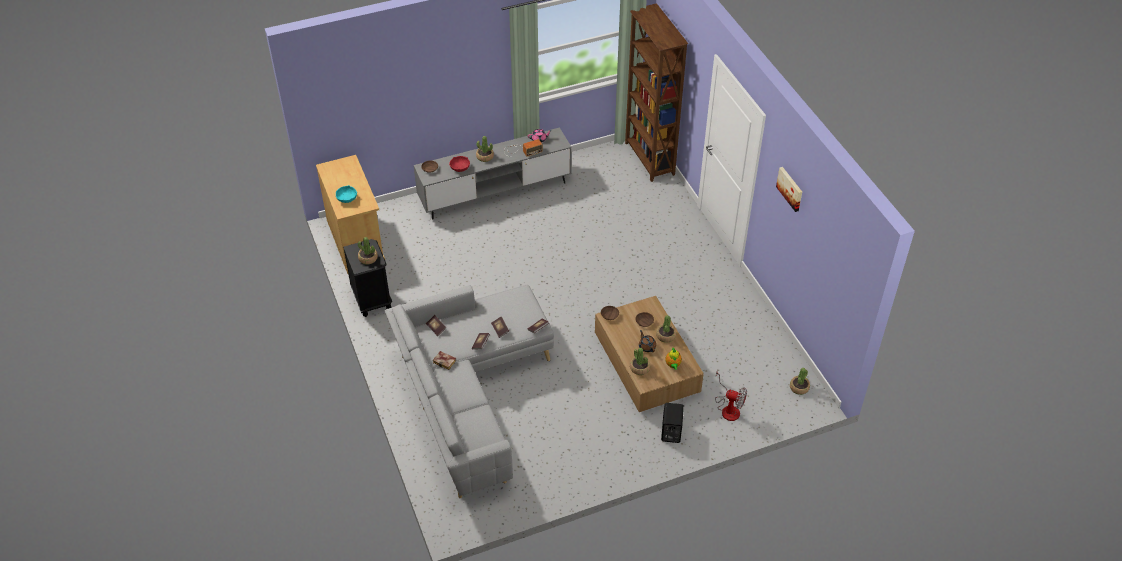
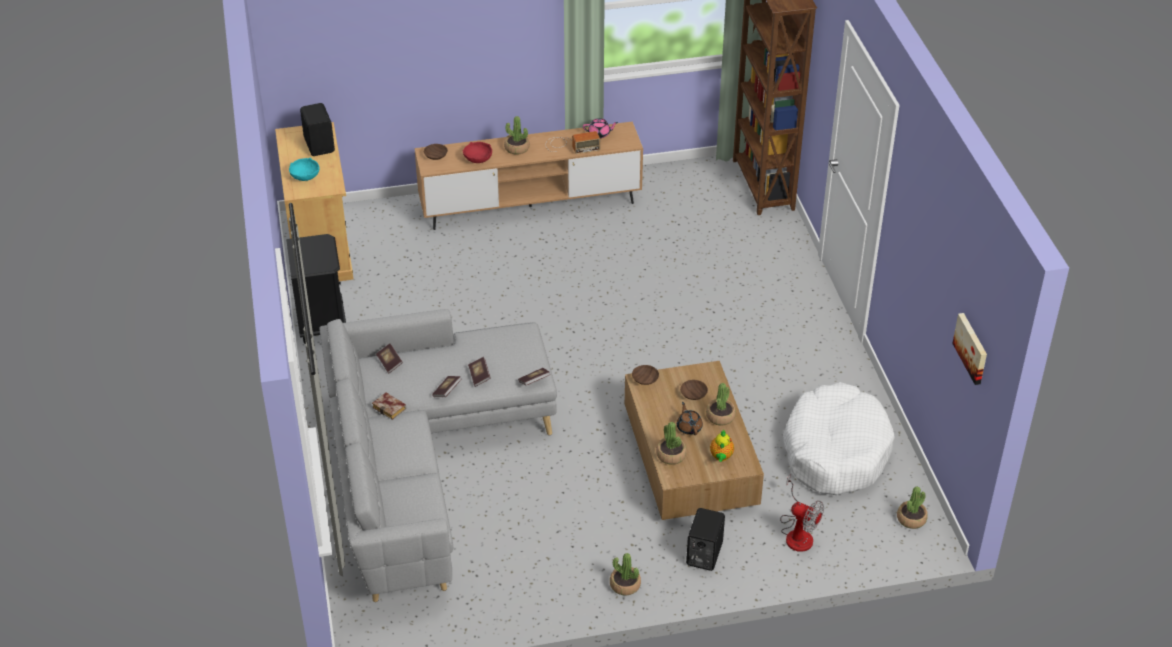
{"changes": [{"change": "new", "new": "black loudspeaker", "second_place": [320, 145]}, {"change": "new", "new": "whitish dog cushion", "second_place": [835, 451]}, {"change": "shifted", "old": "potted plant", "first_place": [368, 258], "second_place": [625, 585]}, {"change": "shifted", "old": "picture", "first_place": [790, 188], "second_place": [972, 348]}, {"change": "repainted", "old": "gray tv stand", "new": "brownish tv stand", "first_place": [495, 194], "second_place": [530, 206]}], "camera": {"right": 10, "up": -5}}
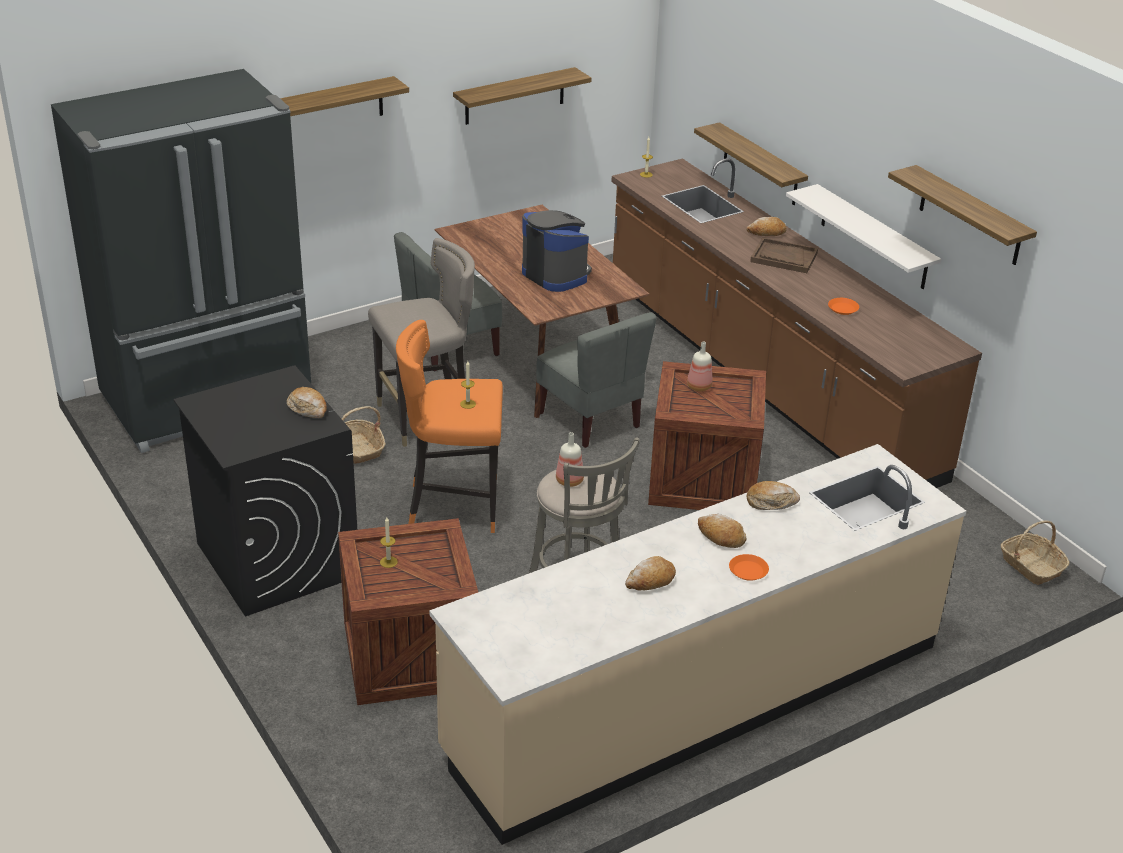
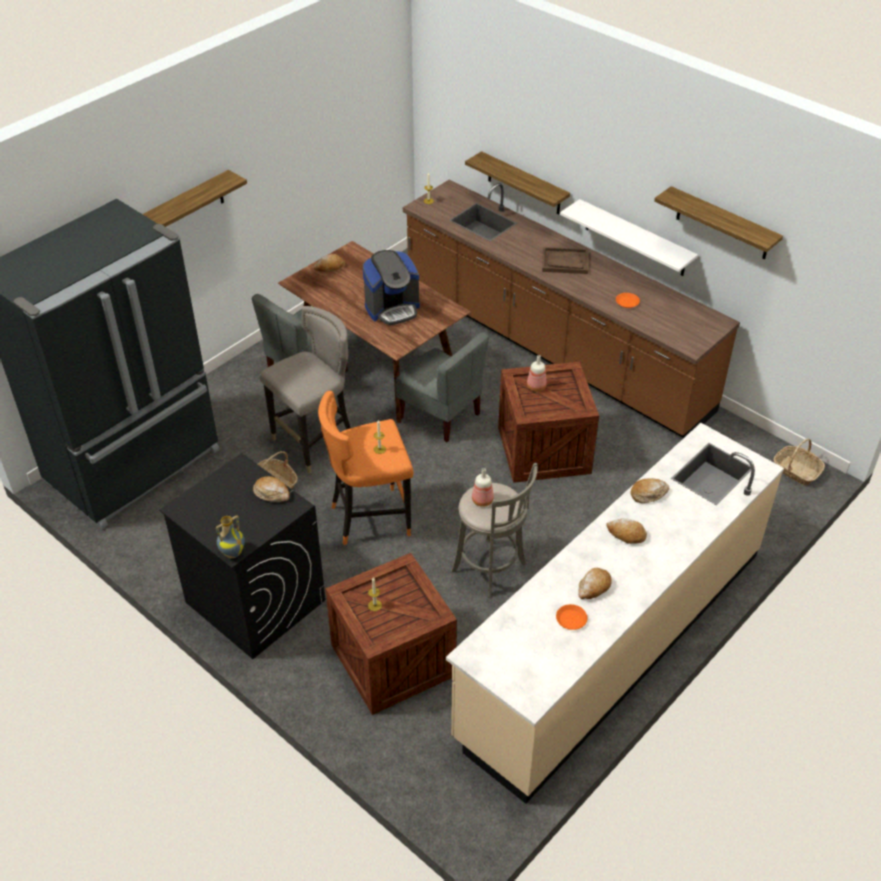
{"changes": [{"change": "gone", "old": "shelf", "first_place": [514, 96]}, {"change": "new", "new": "vase", "second_place": [232, 552]}, {"change": "shifted", "old": "orangey plate", "first_place": [748, 570], "second_place": [571, 619]}, {"change": "shifted", "old": "bakery bread", "first_place": [766, 233], "second_place": [329, 267]}, {"change": "rotated", "old": "coffee brewer", "first_place": [555, 274], "second_place": [392, 308], "degrees": 120}], "camera": {"right": -15, "up": 10}}
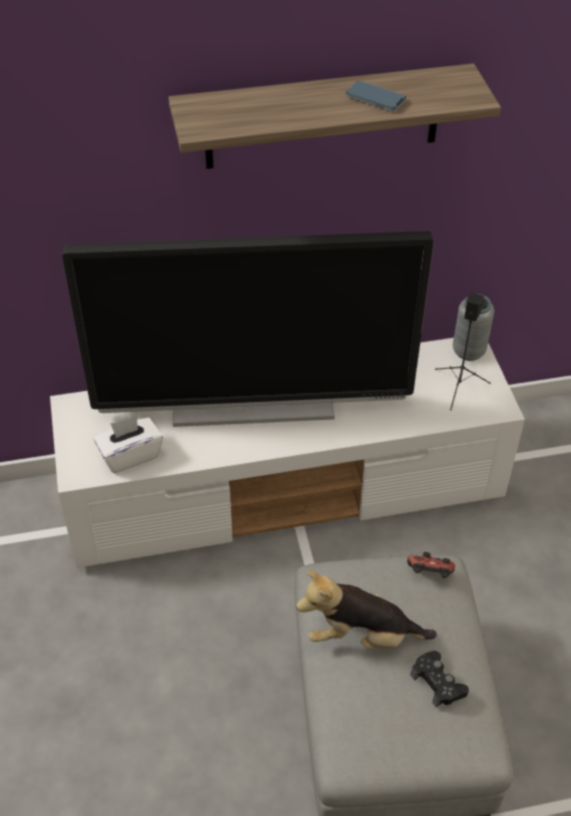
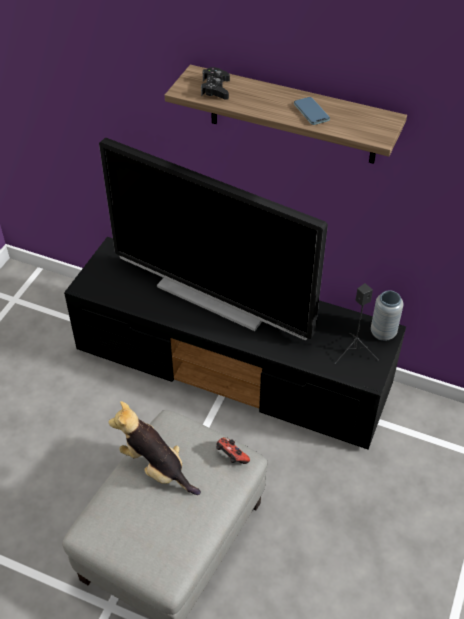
{"changes": [{"change": "gone", "old": "whitish box of tissues", "first_place": [130, 455]}, {"change": "shifted", "old": "black joypad", "first_place": [438, 683], "second_place": [215, 89]}, {"change": "repainted", "old": "whitish tv stand", "new": "black tv stand", "first_place": [287, 488], "second_place": [234, 369]}], "camera": {"right": 35, "up": 0}}
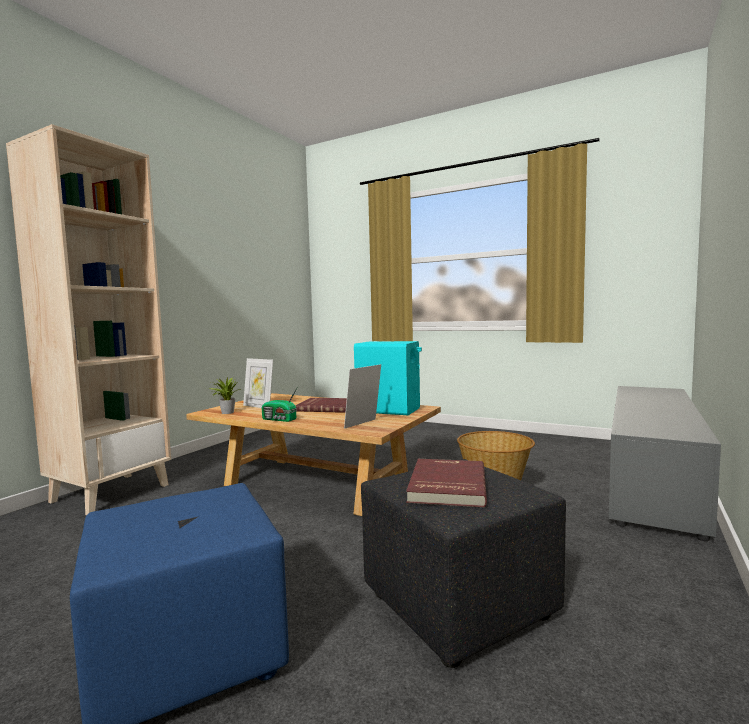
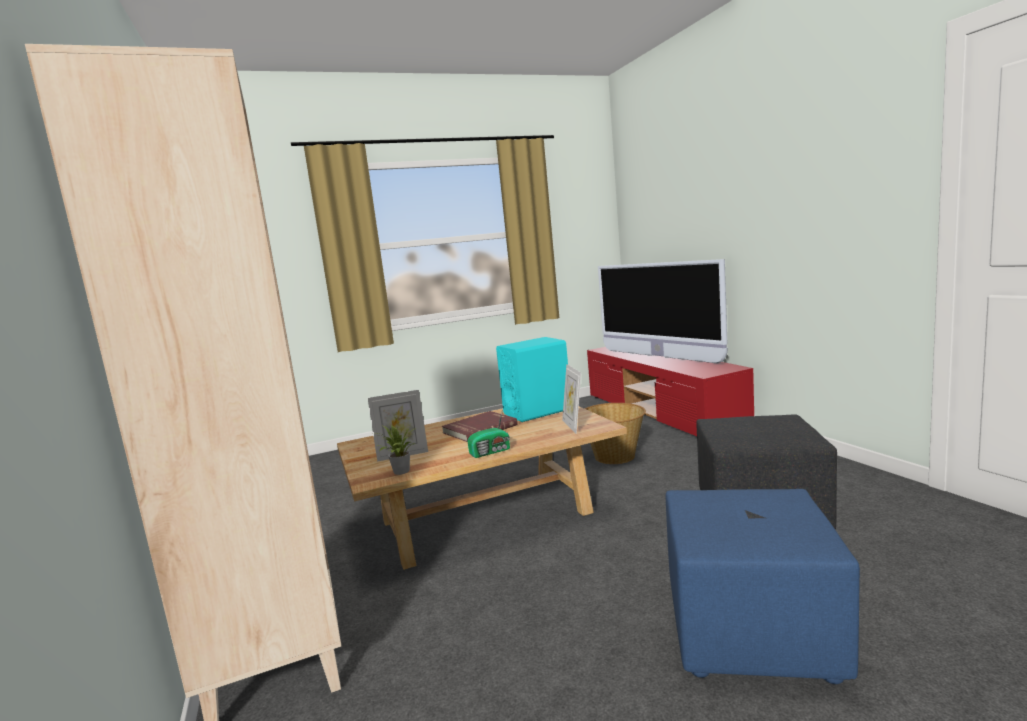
{"changes": [{"change": "gone", "old": "red-coloured book", "first_place": [445, 485]}, {"change": "new", "new": "TV", "second_place": [659, 356]}, {"change": "repainted", "old": "gray tv stand", "new": "red-coloured tv stand", "first_place": [653, 480], "second_place": [662, 412]}], "camera": {"right": -50, "up": 5}}
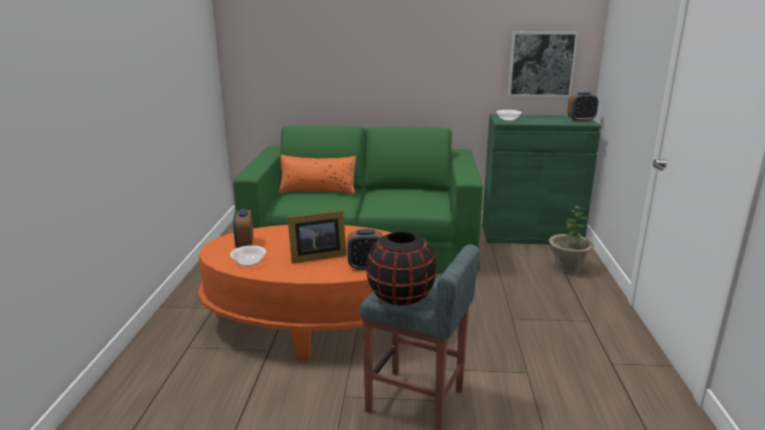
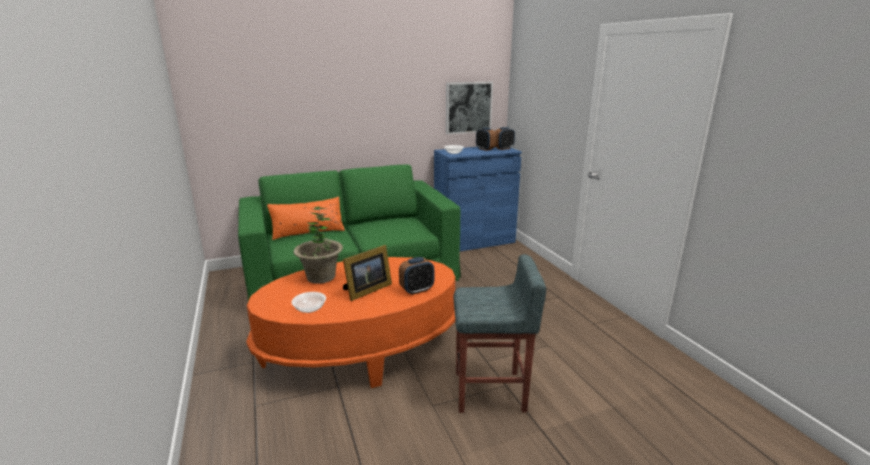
{"changes": [{"change": "gone", "old": "black vase", "first_place": [400, 297]}, {"change": "shifted", "old": "bedside clock", "first_place": [245, 244], "second_place": [485, 149]}, {"change": "shifted", "old": "potted plant", "first_place": [567, 268], "second_place": [321, 277]}, {"change": "repainted", "old": "greenish cabinet", "new": "blue-coloured cabinet", "first_place": [530, 234], "second_place": [474, 241]}], "camera": {"right": -25, "up": 0}}
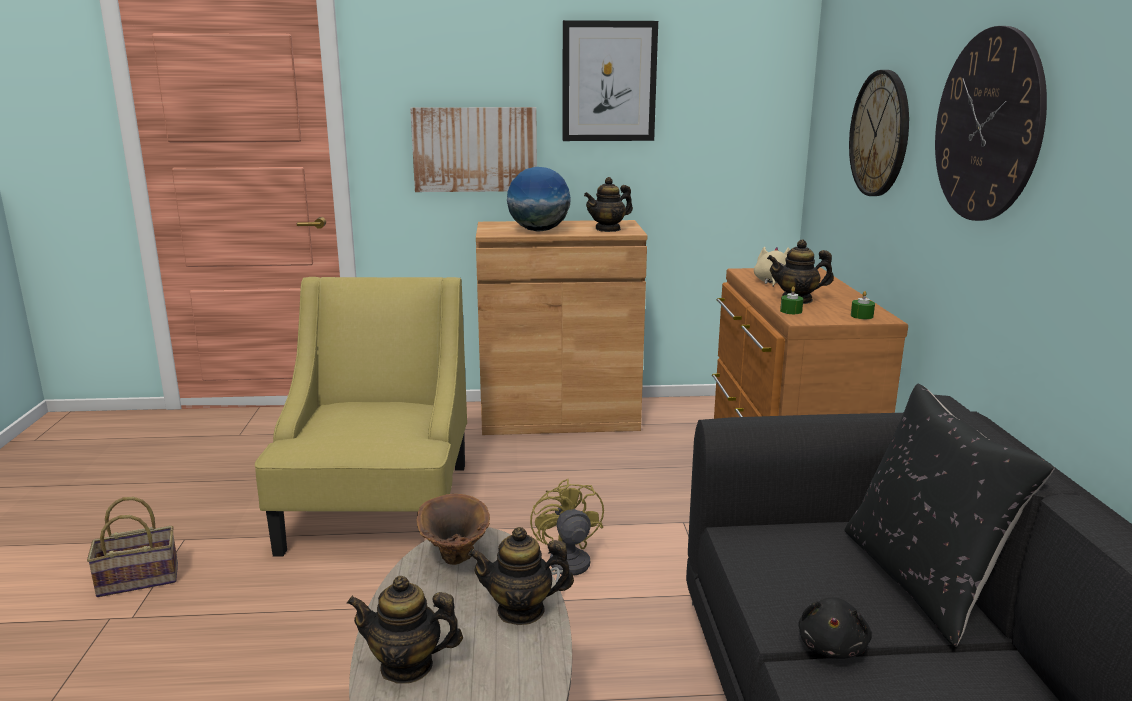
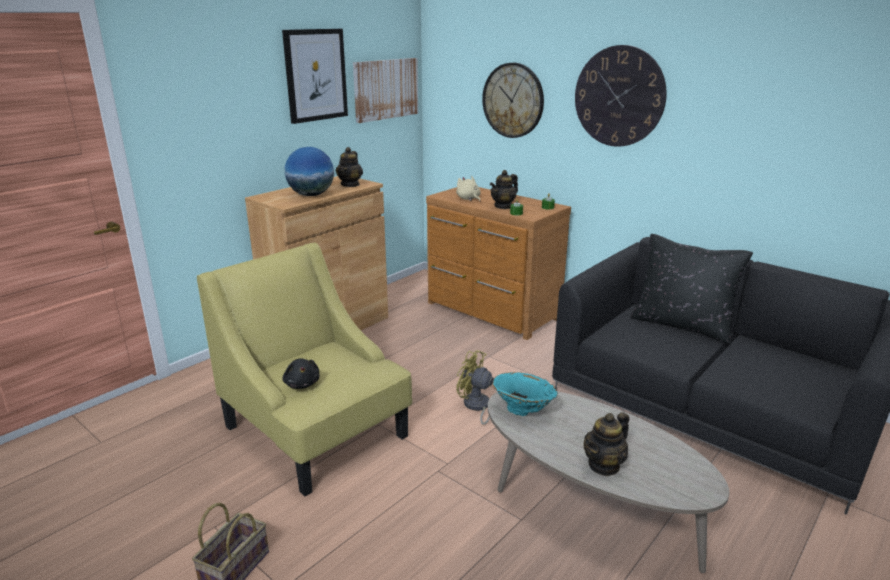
{"changes": [{"change": "gone", "old": "teapot", "first_place": [521, 610]}, {"change": "shifted", "old": "picture", "first_place": [475, 149], "second_place": [385, 89]}, {"change": "shifted", "old": "black cuddly toy", "first_place": [832, 647], "second_place": [302, 384]}, {"change": "repainted", "old": "brownish vase", "new": "turquoise-coloured vase", "first_place": [454, 560], "second_place": [523, 413]}], "camera": {"right": -45, "up": 5}}
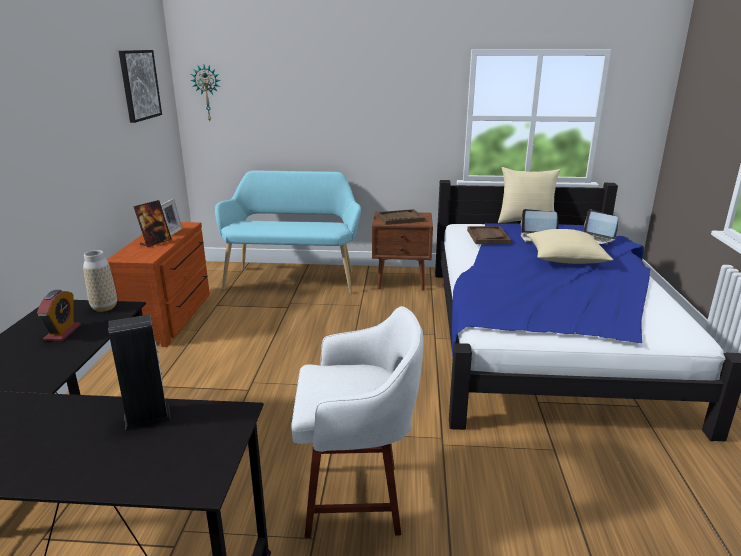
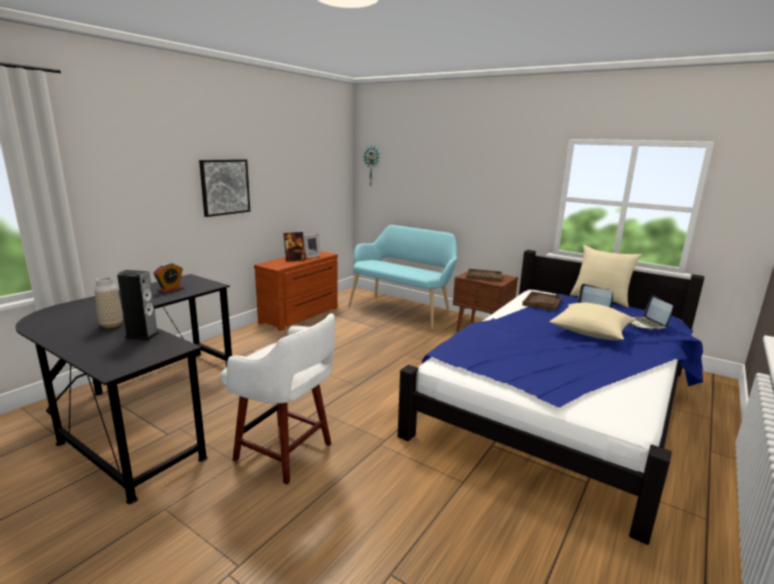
{"changes": [{"change": "shifted", "old": "vase", "first_place": [104, 307], "second_place": [111, 325]}, {"change": "shifted", "old": "picture", "first_place": [139, 85], "second_place": [225, 187]}], "camera": {"right": 30, "up": -5}}
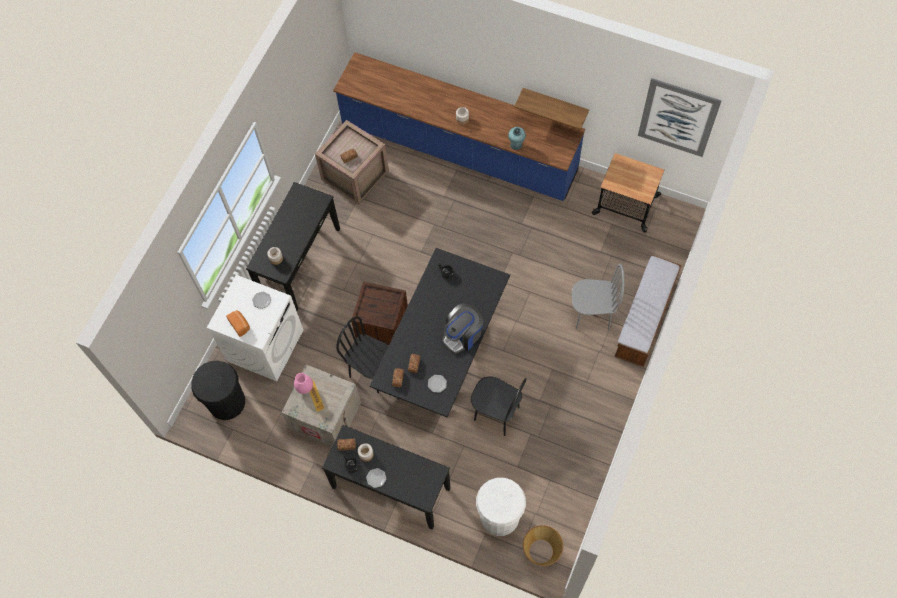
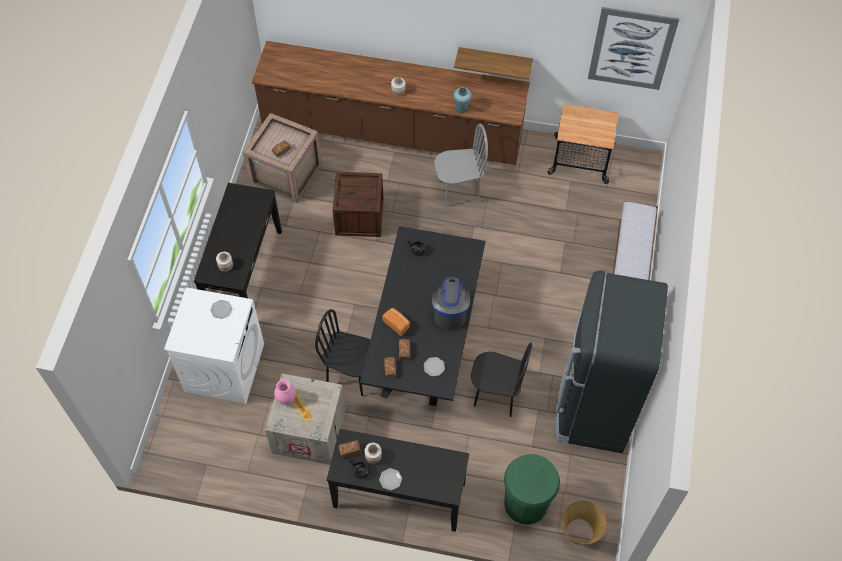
{"changes": [{"change": "gone", "old": "black trash can", "first_place": [226, 402]}, {"change": "new", "new": "black refrigerator", "second_place": [593, 407]}, {"change": "shifted", "old": "bakery bread", "first_place": [240, 325], "second_place": [397, 324]}, {"change": "shifted", "old": "packing crate", "first_place": [382, 323], "second_place": [359, 217]}, {"change": "shifted", "old": "gray chair", "first_place": [592, 315], "second_place": [459, 191]}, {"change": "repainted", "old": "blue-coloured kitchen base unit", "new": "brownish kitchen base unit", "first_place": [458, 150], "second_place": [392, 131]}, {"change": "repainted", "old": "whitish trash can", "new": "greenish trash can", "first_place": [499, 516], "second_place": [526, 503]}, {"change": "rotated", "old": "coffee brewer", "first_place": [463, 335], "second_place": [450, 311], "degrees": 150}], "camera": {"right": -15, "up": -5}}
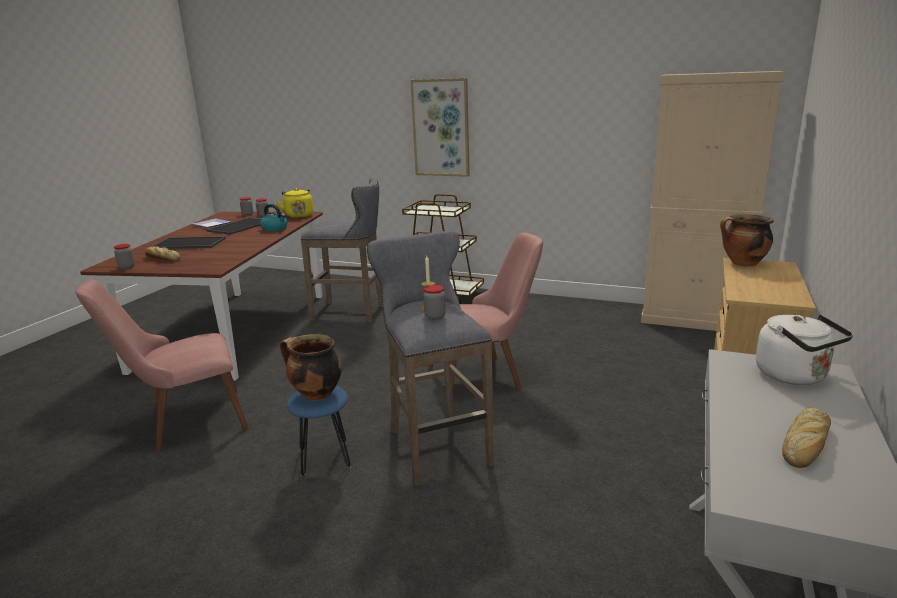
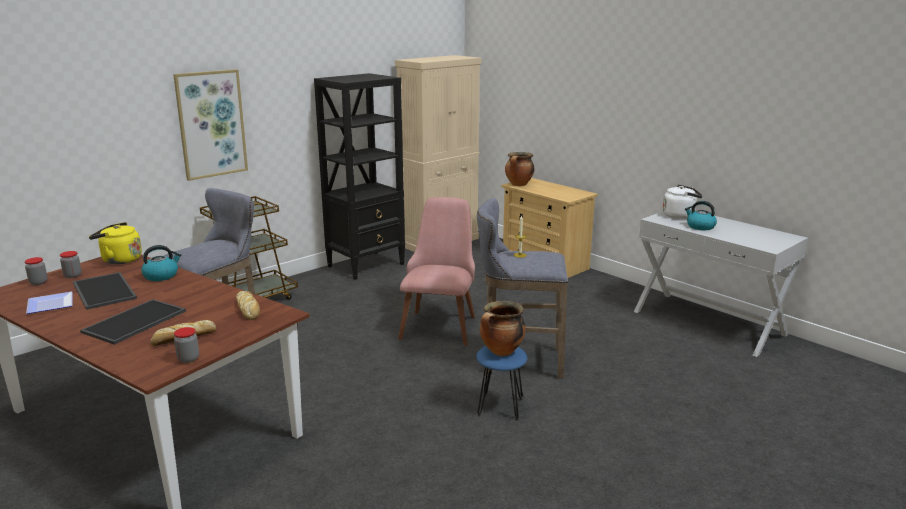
{"changes": [{"change": "gone", "old": "pink chair", "first_place": [184, 423]}, {"change": "gone", "old": "storage jar", "first_place": [435, 316]}, {"change": "new", "new": "black shelving unit", "second_place": [367, 265]}, {"change": "new", "new": "tea kettle", "second_place": [700, 227]}, {"change": "shifted", "old": "bakery bread", "first_place": [805, 444], "second_place": [248, 309]}], "camera": {"right": -65, "up": 0}}
